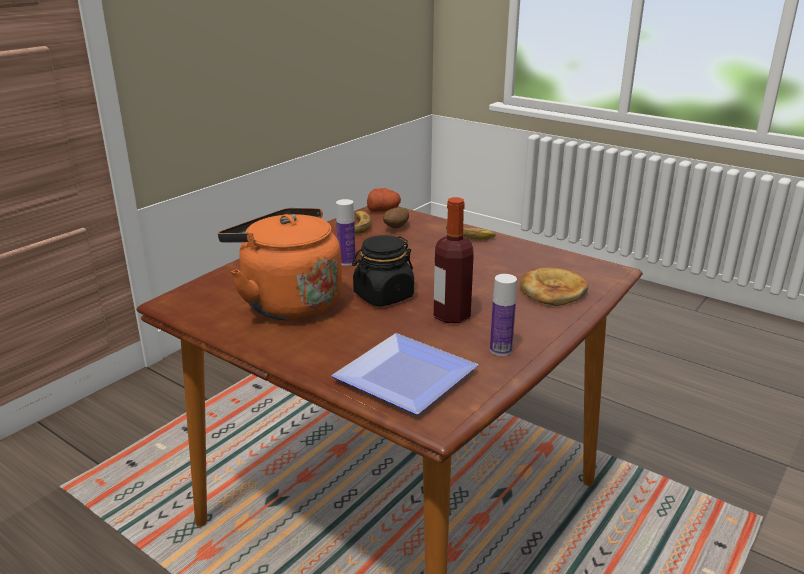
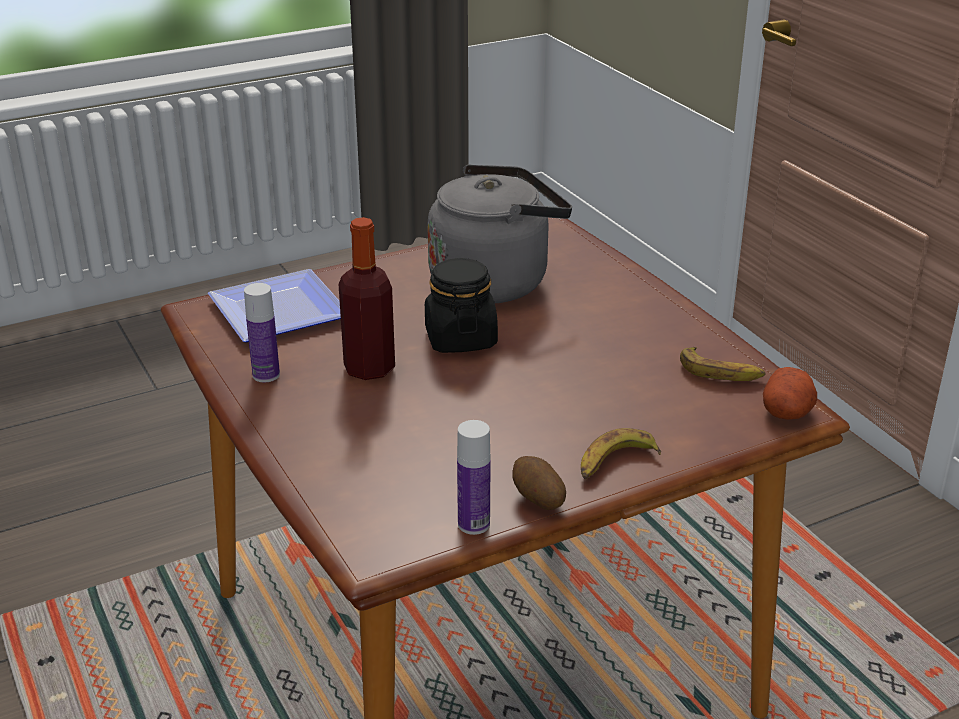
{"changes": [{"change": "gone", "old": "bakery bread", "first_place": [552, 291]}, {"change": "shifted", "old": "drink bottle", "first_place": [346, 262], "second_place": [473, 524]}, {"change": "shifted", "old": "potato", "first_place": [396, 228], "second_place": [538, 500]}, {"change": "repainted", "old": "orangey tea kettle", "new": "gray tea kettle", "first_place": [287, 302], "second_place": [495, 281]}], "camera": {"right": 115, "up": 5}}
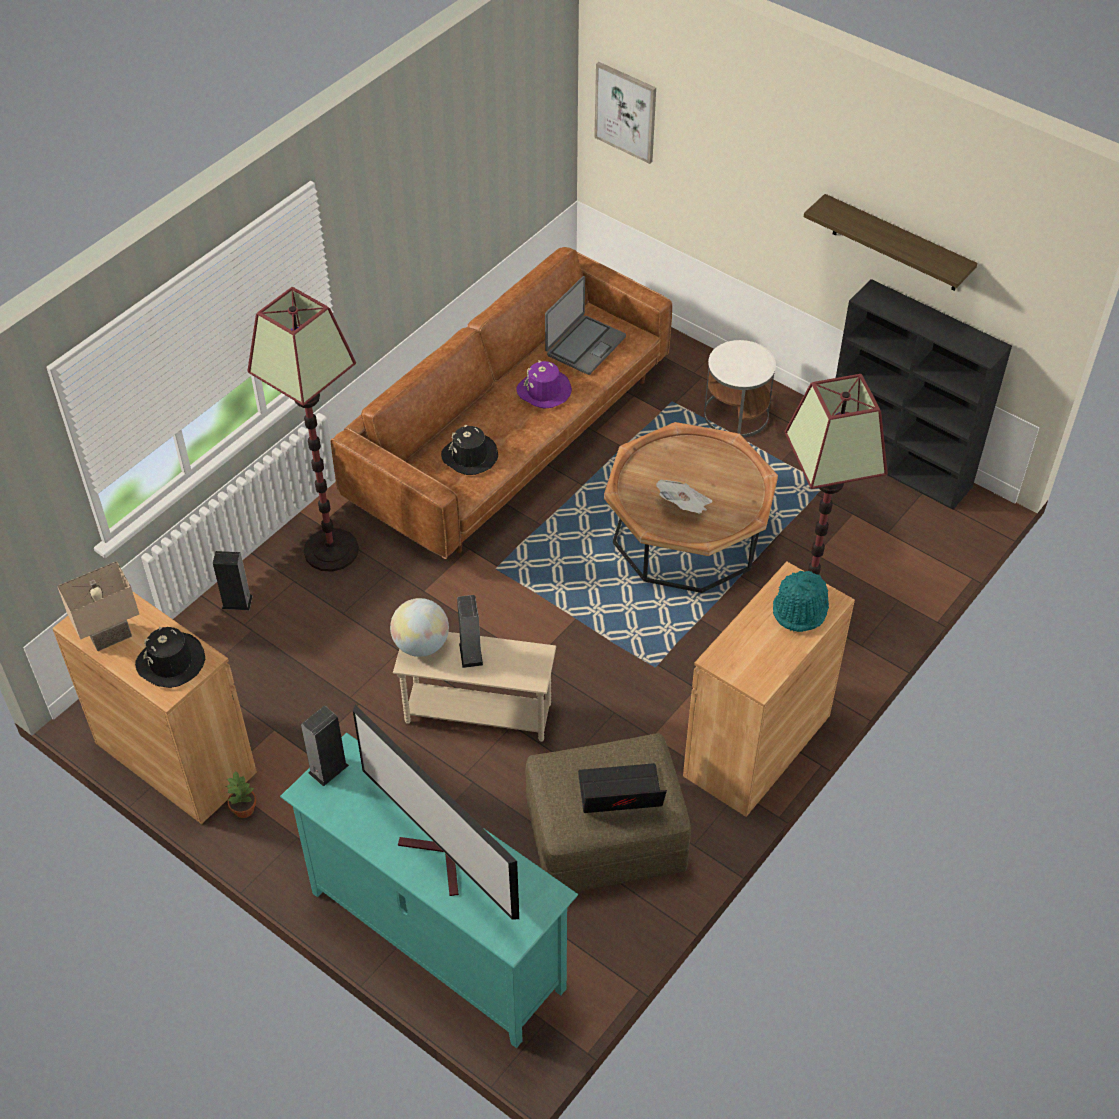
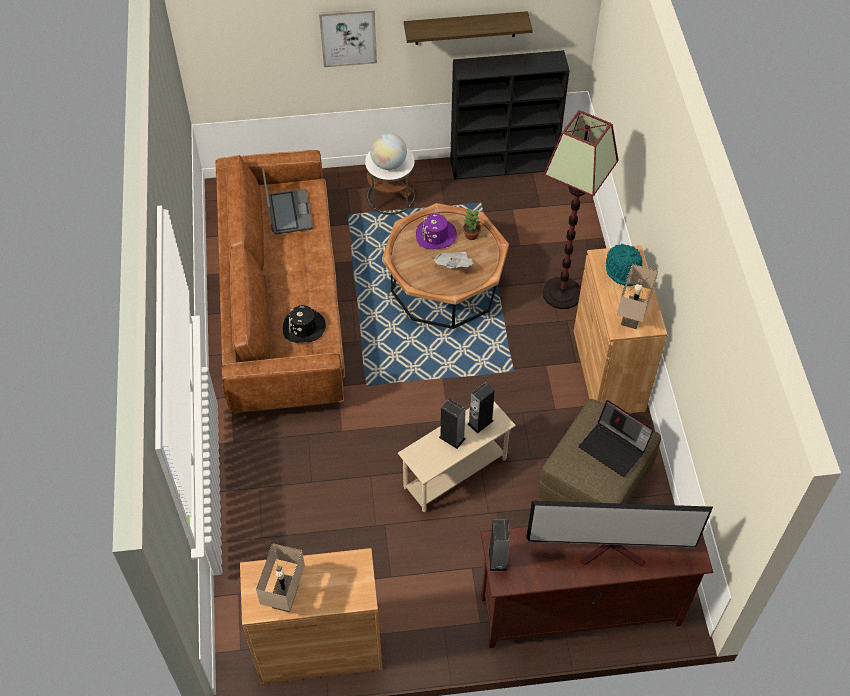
{"changes": [{"change": "gone", "old": "black wearable hat", "first_place": [171, 662]}, {"change": "gone", "old": "floor lamp", "first_place": [331, 550]}, {"change": "new", "new": "beige table lamp", "second_place": [633, 318]}, {"change": "shifted", "old": "loudspeaker", "first_place": [237, 602], "second_place": [480, 422]}, {"change": "shifted", "old": "potted plant", "first_place": [243, 809], "second_place": [471, 235]}, {"change": "shifted", "old": "desk globe", "first_place": [421, 645], "second_place": [388, 164]}, {"change": "shifted", "old": "purple-coloured wearable hat", "first_place": [544, 391], "second_place": [435, 235]}, {"change": "shifted", "old": "picture", "first_place": [626, 112], "second_place": [348, 36]}, {"change": "repainted", "old": "turquoise-coloured tv stand", "new": "brownish tv stand", "first_place": [435, 940], "second_place": [580, 611]}, {"change": "rotated", "old": "laptop", "first_place": [619, 796], "second_place": [614, 448], "degrees": -90}], "camera": {"right": -45, "up": 5}}
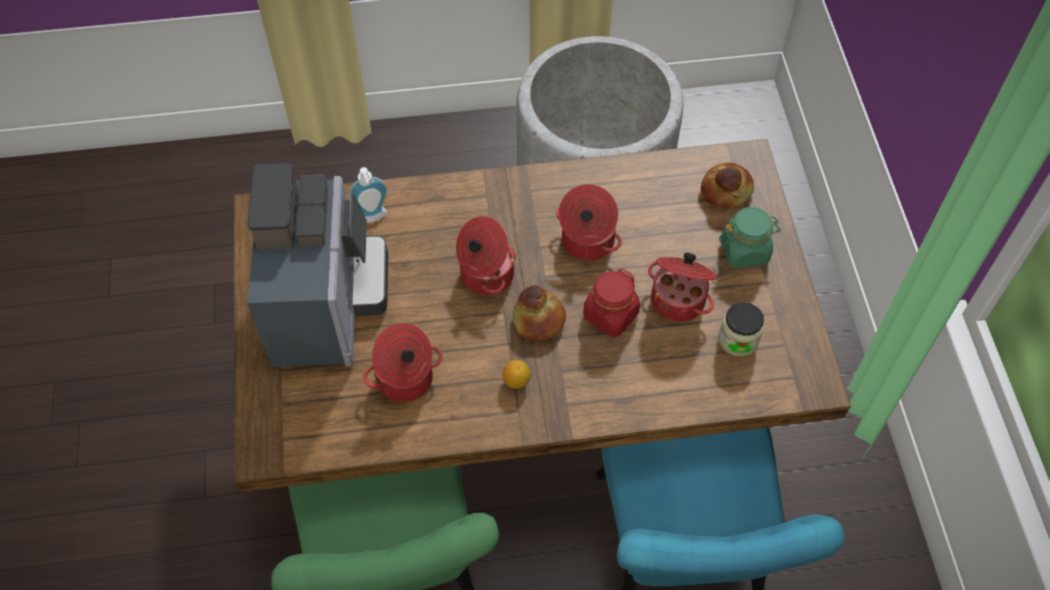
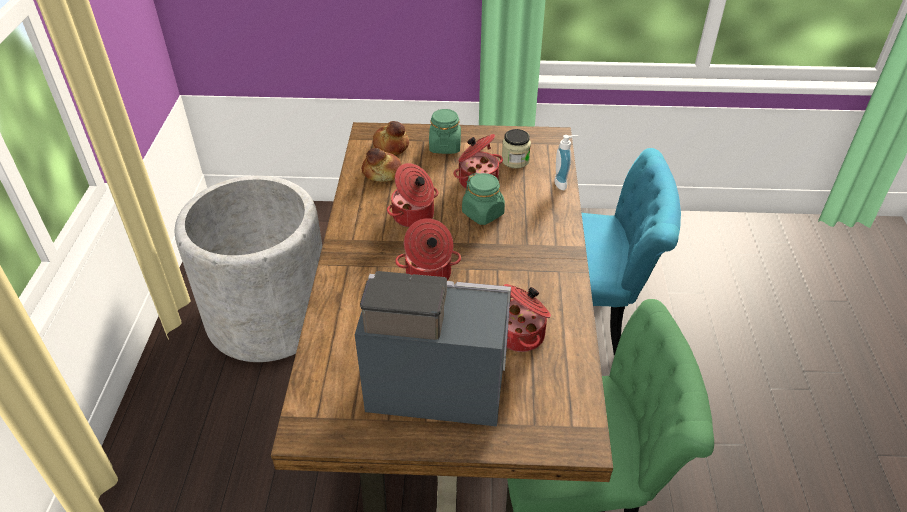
{"changes": [{"change": "gone", "old": "whole lemon", "first_place": [516, 381]}, {"change": "shifted", "old": "soap dispenser", "first_place": [373, 218], "second_place": [563, 183]}, {"change": "shifted", "old": "bakery bread", "first_place": [538, 320], "second_place": [382, 173]}, {"change": "repainted", "old": "red-coloured storage jar", "new": "greenish storage jar", "first_place": [610, 315], "second_place": [483, 213]}], "camera": {"right": -80, "up": -15}}
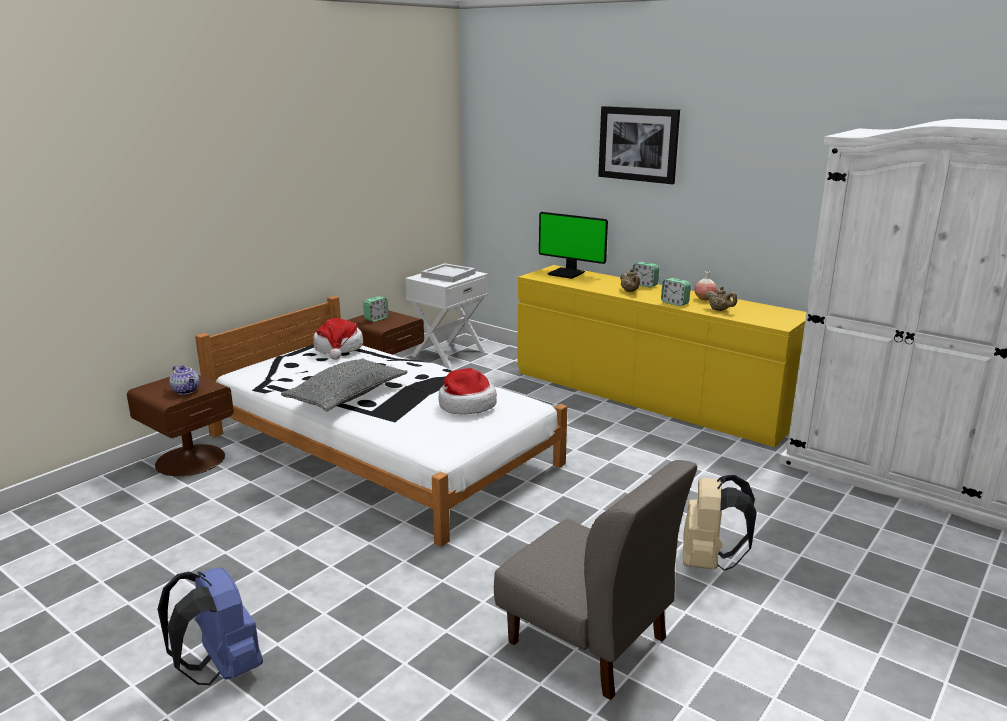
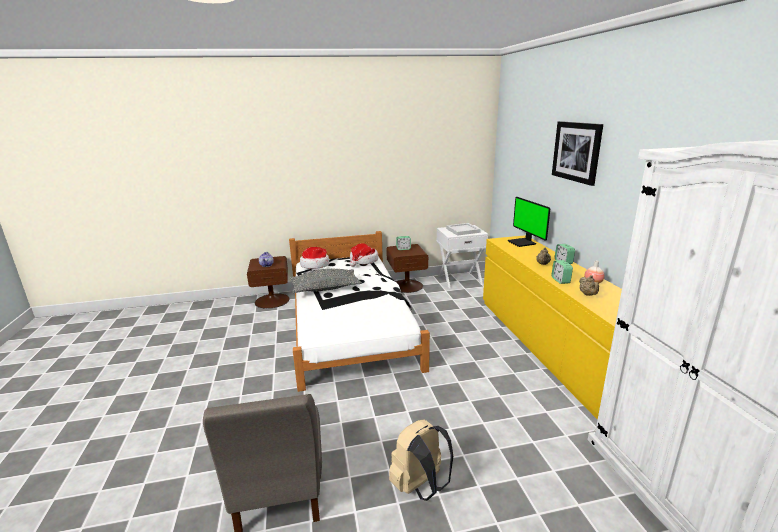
{"changes": [{"change": "gone", "old": "blue-coloured knapsack", "first_place": [221, 669]}, {"change": "shifted", "old": "wearable hat", "first_place": [466, 405], "second_place": [315, 265]}], "camera": {"right": 40, "up": 0}}
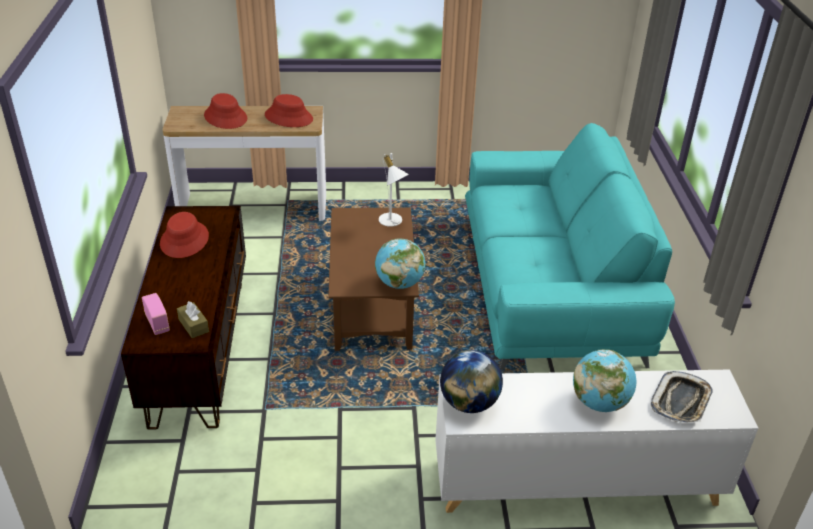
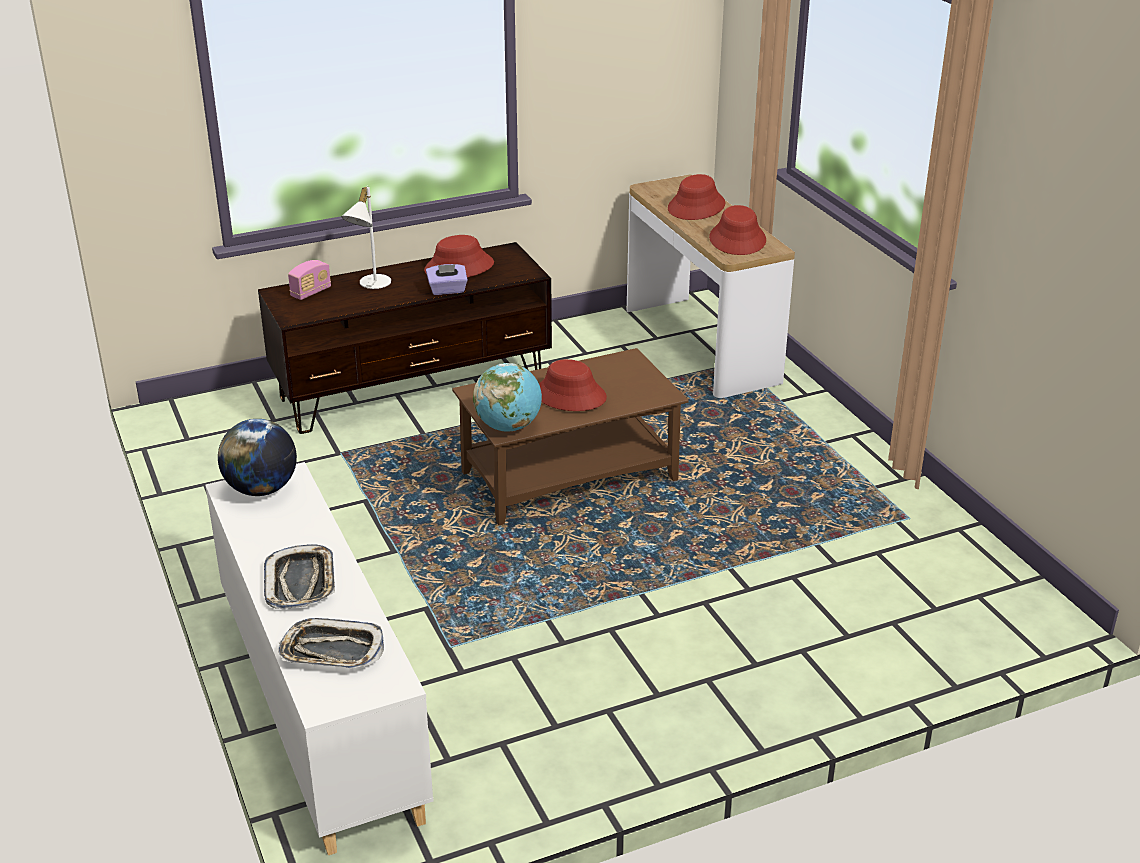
{"changes": [{"change": "gone", "old": "brownish box of tissues", "first_place": [193, 325]}, {"change": "gone", "old": "turquoise-coloured couch", "first_place": [550, 286]}, {"change": "new", "new": "purple-coloured box of tissues", "second_place": [447, 290]}, {"change": "new", "new": "red-coloured wearable hat", "second_place": [570, 396]}, {"change": "shifted", "old": "whitish table lamp", "first_place": [392, 222], "second_place": [370, 284]}, {"change": "swapped", "old": "desk globe", "new": "tray", "first_place": [599, 402], "second_place": [301, 583]}], "camera": {"right": 70, "up": -5}}
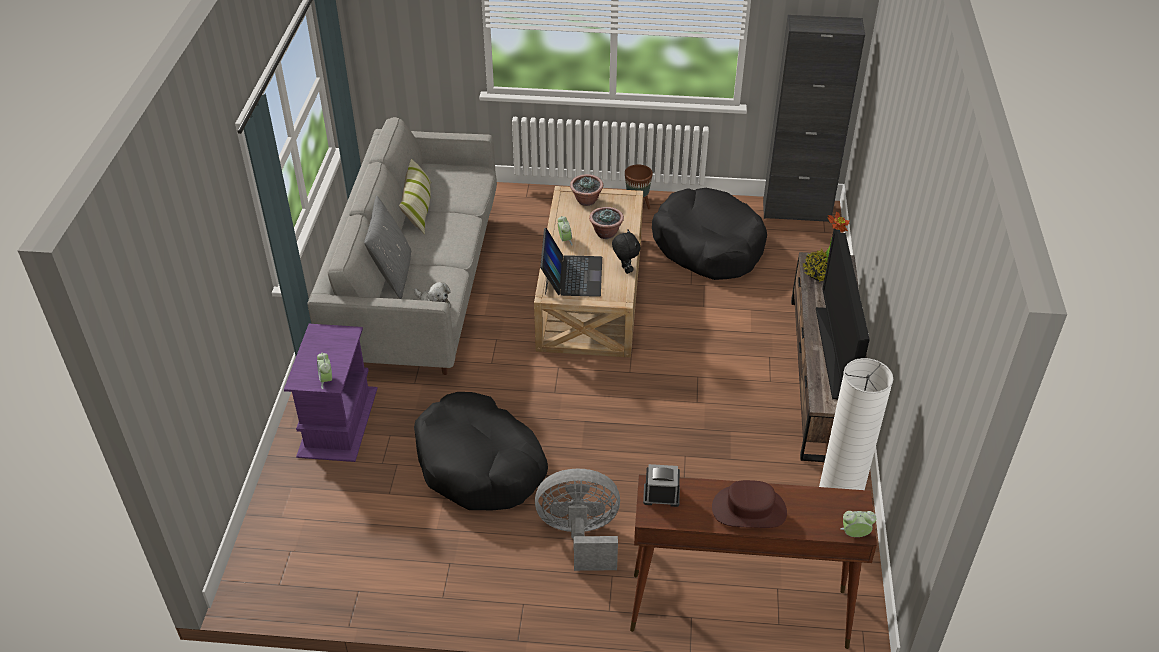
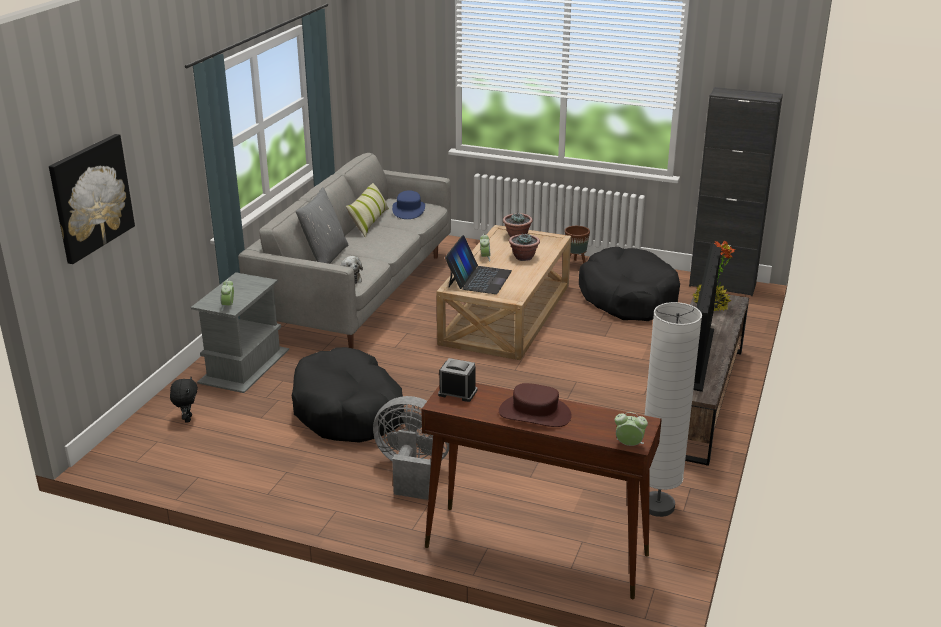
{"changes": [{"change": "new", "new": "picture", "second_place": [91, 197]}, {"change": "new", "new": "blue-coloured wearable hat", "second_place": [409, 210]}, {"change": "shifted", "old": "black cuddly toy", "first_place": [624, 270], "second_place": [187, 419]}, {"change": "repainted", "old": "purple-coloured accent table", "new": "gray accent table", "first_place": [338, 421], "second_place": [245, 365]}], "camera": {"right": 15, "up": -15}}
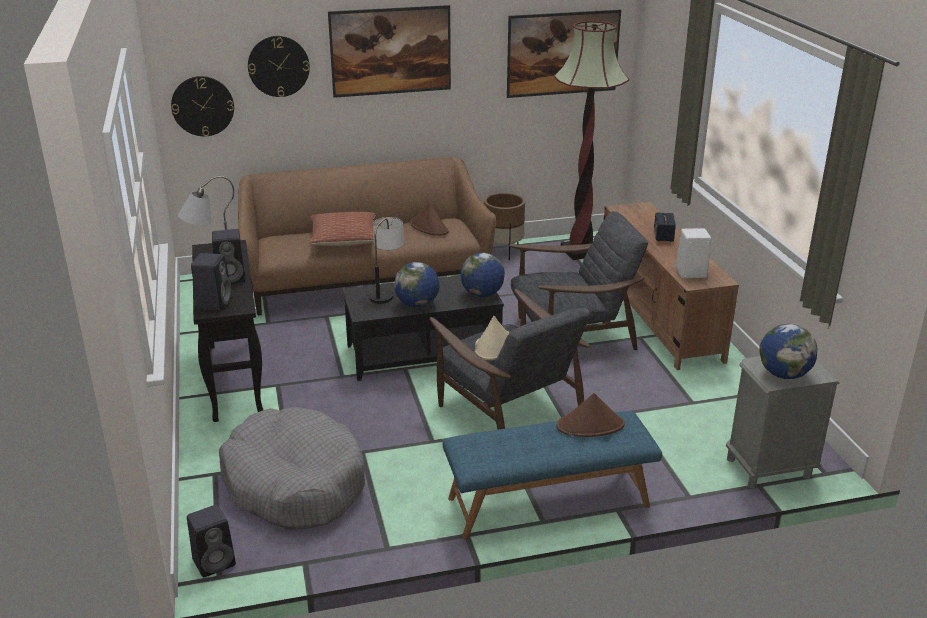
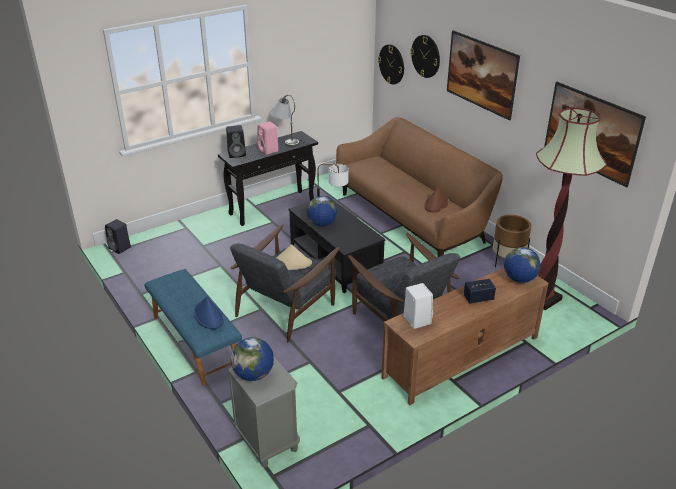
{"changes": [{"change": "gone", "old": "gray dog cushion", "first_place": [295, 483]}, {"change": "gone", "old": "cushion", "first_place": [344, 239]}, {"change": "shifted", "old": "desk globe", "first_place": [482, 294], "second_place": [519, 279]}, {"change": "repainted", "old": "black loudspeaker", "new": "pink loudspeaker", "first_place": [232, 277], "second_place": [268, 150]}, {"change": "repainted", "old": "brownish wearable hat", "new": "blue-coloured wearable hat", "first_place": [590, 426], "second_place": [209, 316]}], "camera": {"right": 70, "up": 5}}
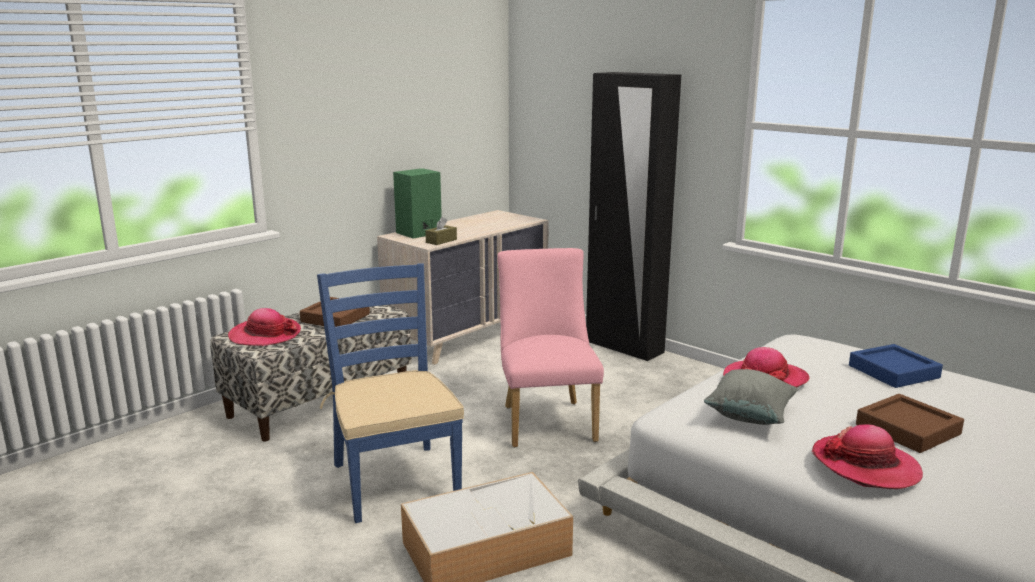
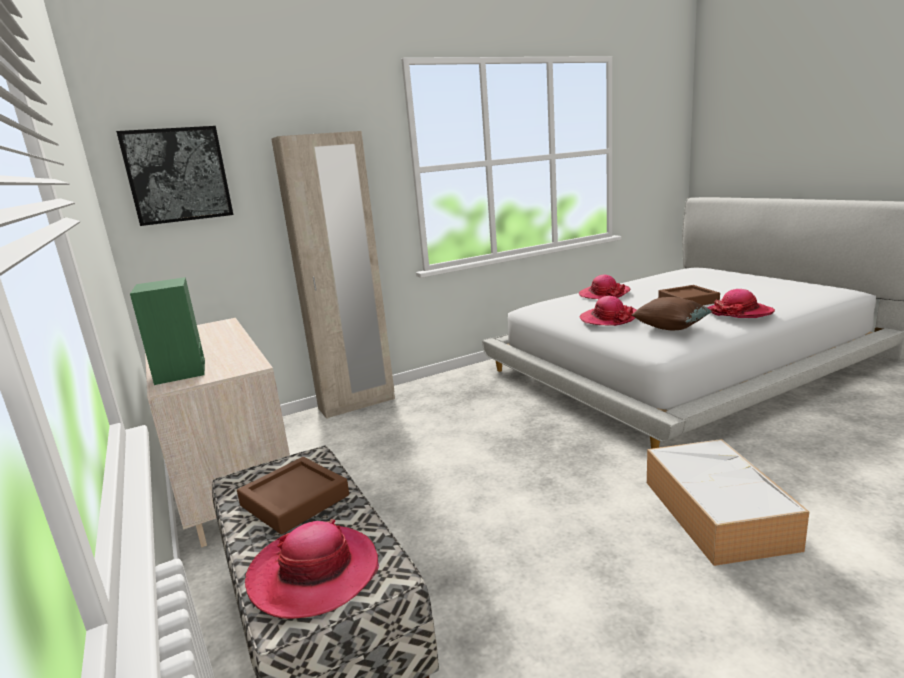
{"changes": [{"change": "gone", "old": "blue-coloured chair", "first_place": [395, 481]}, {"change": "gone", "old": "brownish box of tissues", "first_place": [441, 241]}, {"change": "gone", "old": "pink chair", "first_place": [546, 420]}, {"change": "new", "new": "picture", "second_place": [177, 175]}, {"change": "swapped", "old": "blue-coloured tray", "new": "wearable hat", "first_place": [893, 372], "second_place": [603, 294]}, {"change": "repainted", "old": "black clothes cupboard", "new": "beige clothes cupboard", "first_place": [624, 347], "second_place": [357, 404]}, {"change": "repainted", "old": "gray cushion", "new": "brownish cushion", "first_place": [749, 416], "second_place": [670, 327]}], "camera": {"right": -70, "up": 0}}
